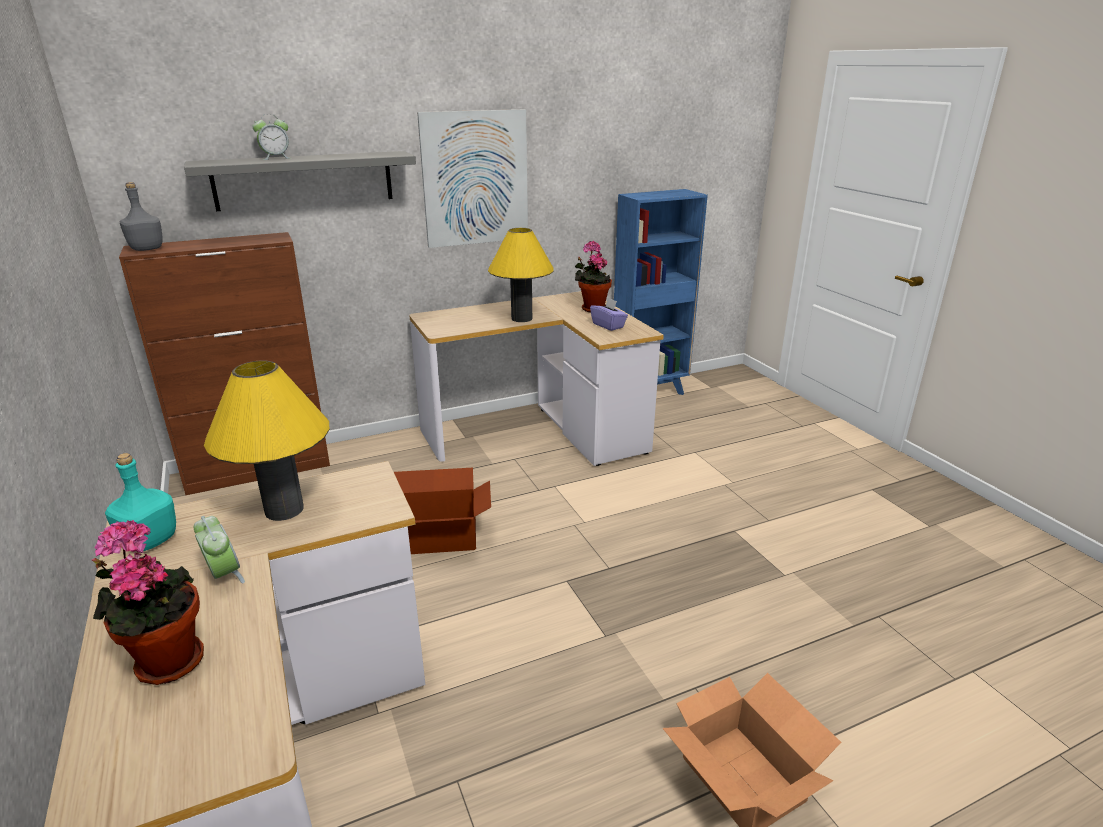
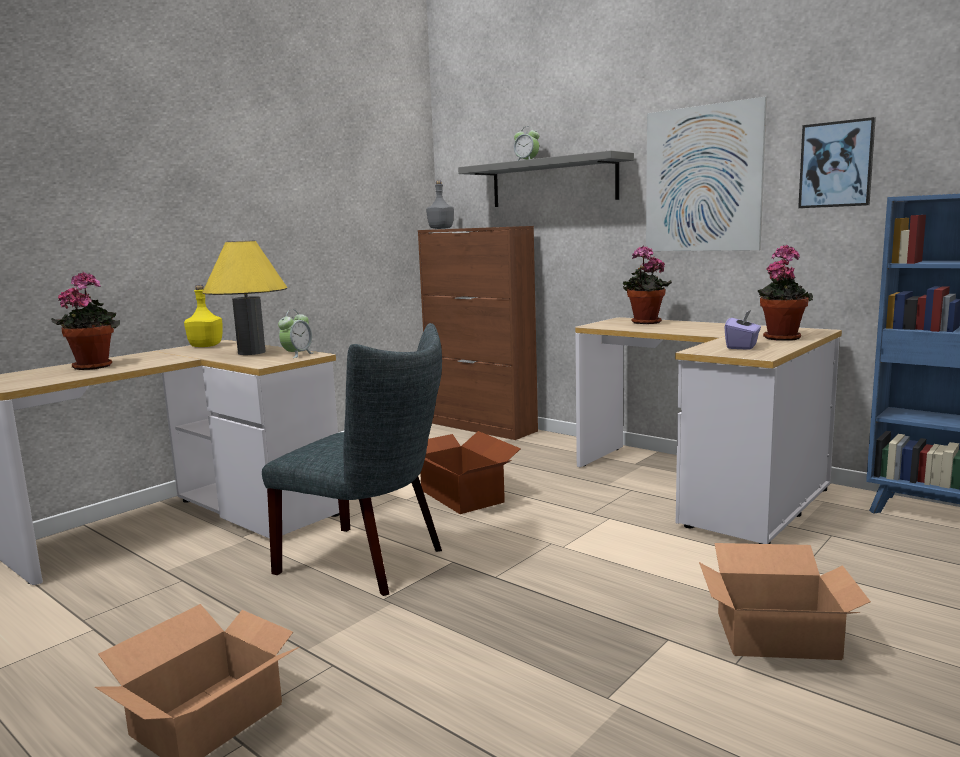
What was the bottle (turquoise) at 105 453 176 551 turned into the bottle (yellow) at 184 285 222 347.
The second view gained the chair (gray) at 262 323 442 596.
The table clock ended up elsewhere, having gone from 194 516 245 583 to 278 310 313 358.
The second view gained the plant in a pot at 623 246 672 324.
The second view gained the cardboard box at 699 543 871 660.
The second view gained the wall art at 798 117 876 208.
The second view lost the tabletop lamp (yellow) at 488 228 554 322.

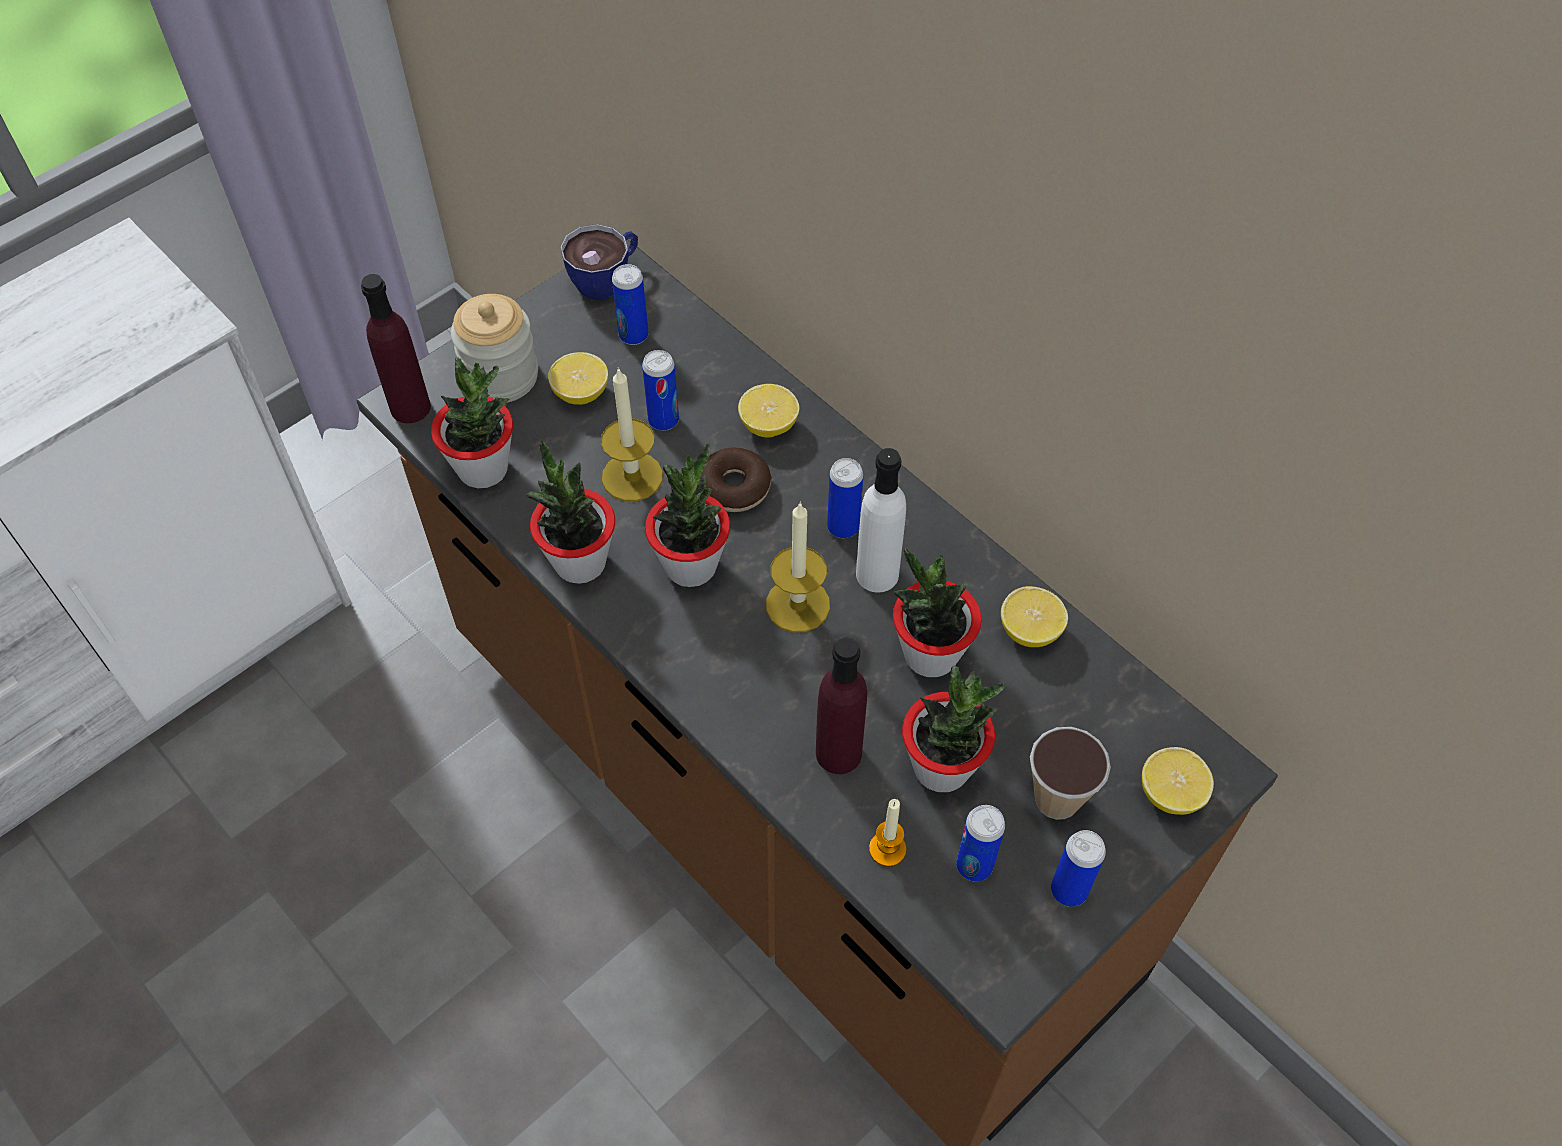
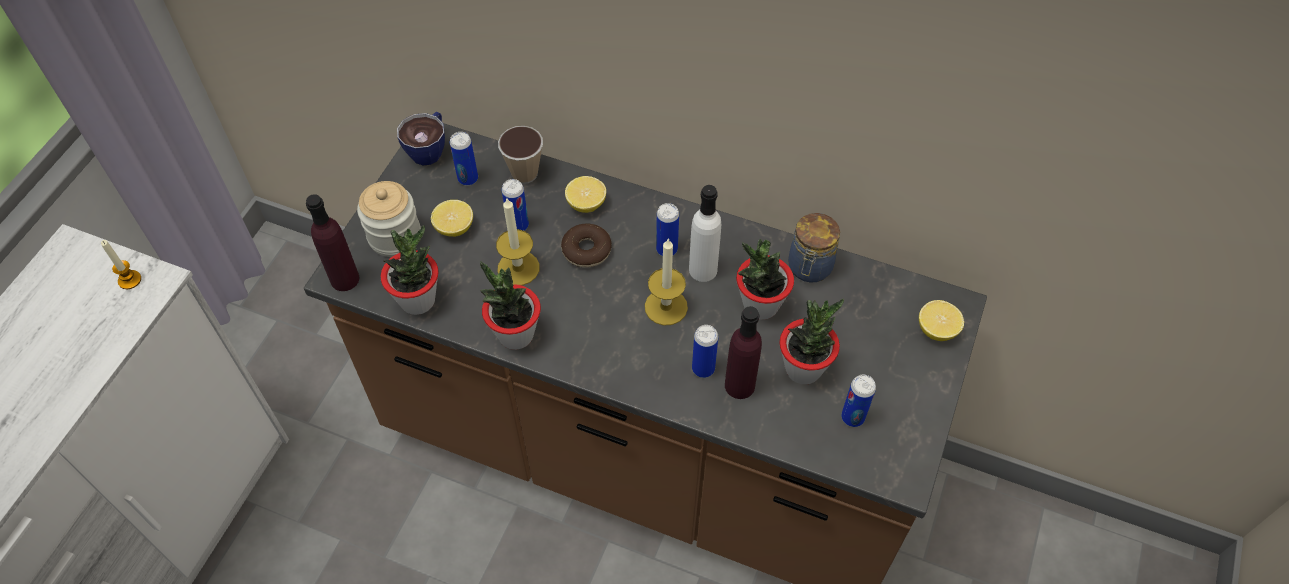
The wax candle ended up elsewhere, having gone from 869 799 907 867 to 101 240 141 289.
The cup ended up elsewhere, having gone from 1030 727 1111 820 to 498 126 543 184.
The can ended up elsewhere, having gone from 1051 830 1106 907 to 692 325 718 378.
Where the lemon stood at 1001 586 1068 647, the jar came to stand at 788 213 840 282.
The second view lost the plant in a pot at 645 443 730 587.

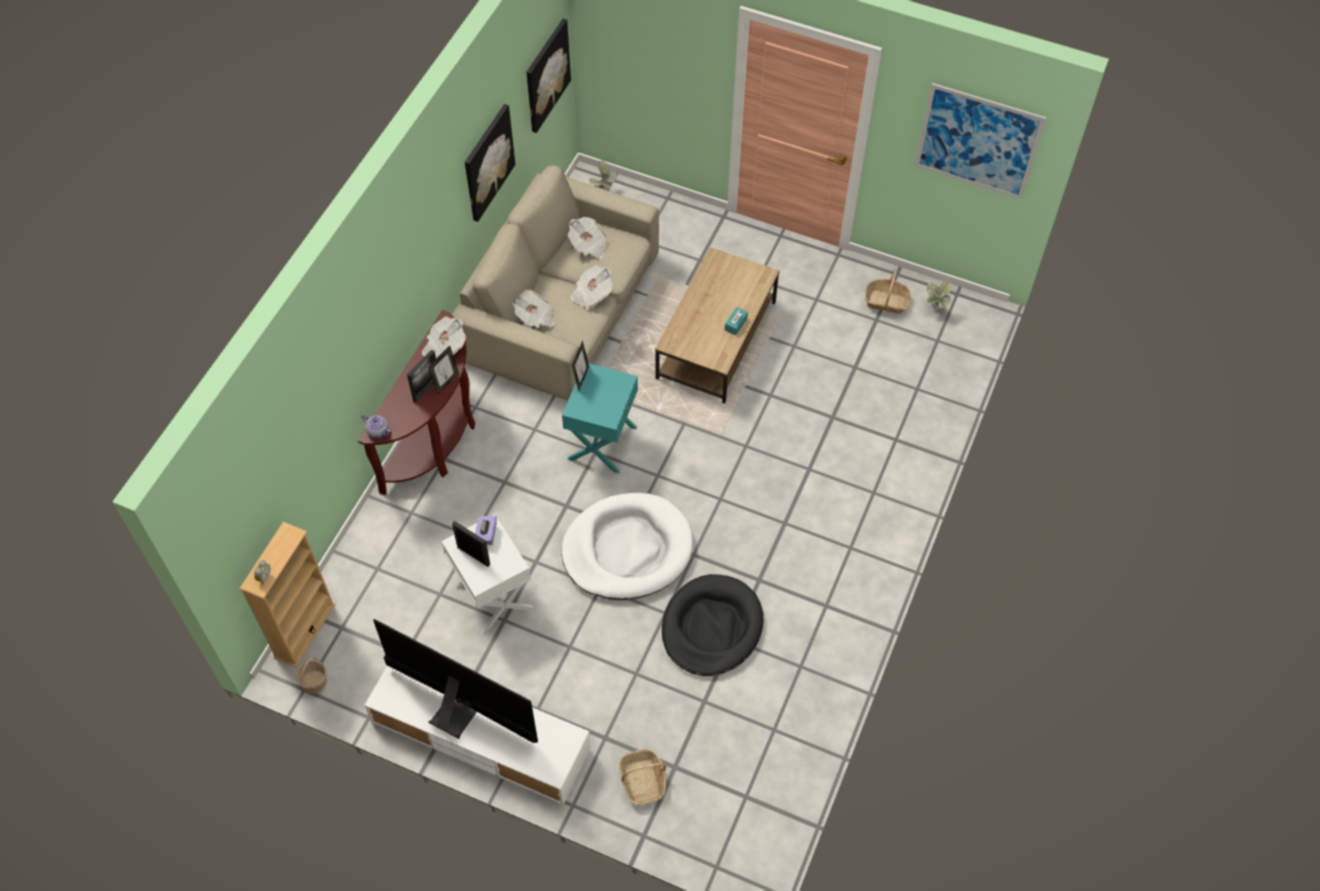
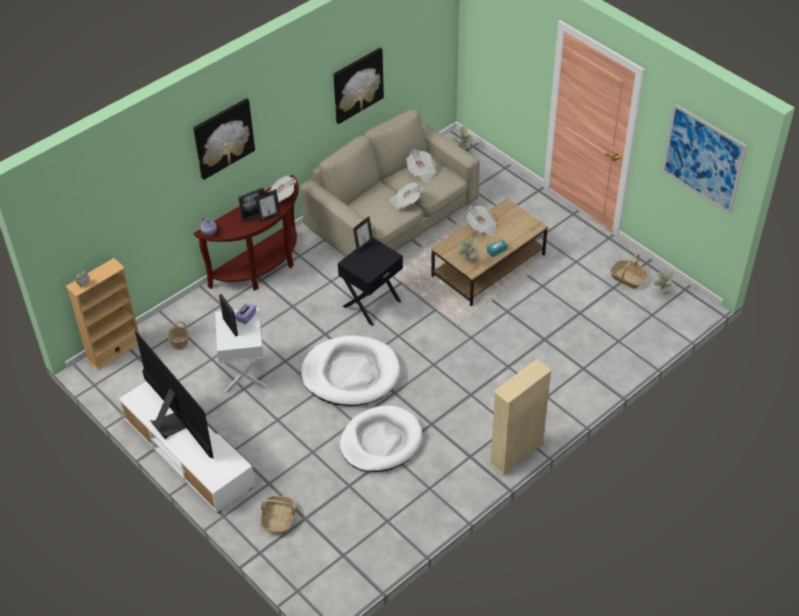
The storage basket ended up elsewhere, having gone from 296 656 327 694 to 168 321 189 350.
The wall art ended up elsewhere, having gone from 526 19 571 133 to 193 98 255 180.
What was the accent table (turquoise) at 562 363 638 473 turned into the accent table (blackish) at 338 238 403 326.
What was the dog bed (blackish) at 662 574 763 676 turned into the dog bed (whitish) at 340 405 422 472.
The second view gained the plant in a pot at 458 236 478 262.
The daily paper ended up elsewhere, having gone from 512 290 554 328 to 467 206 497 237.
The second view gained the bookcase (beige-coloured) at 489 359 552 476.

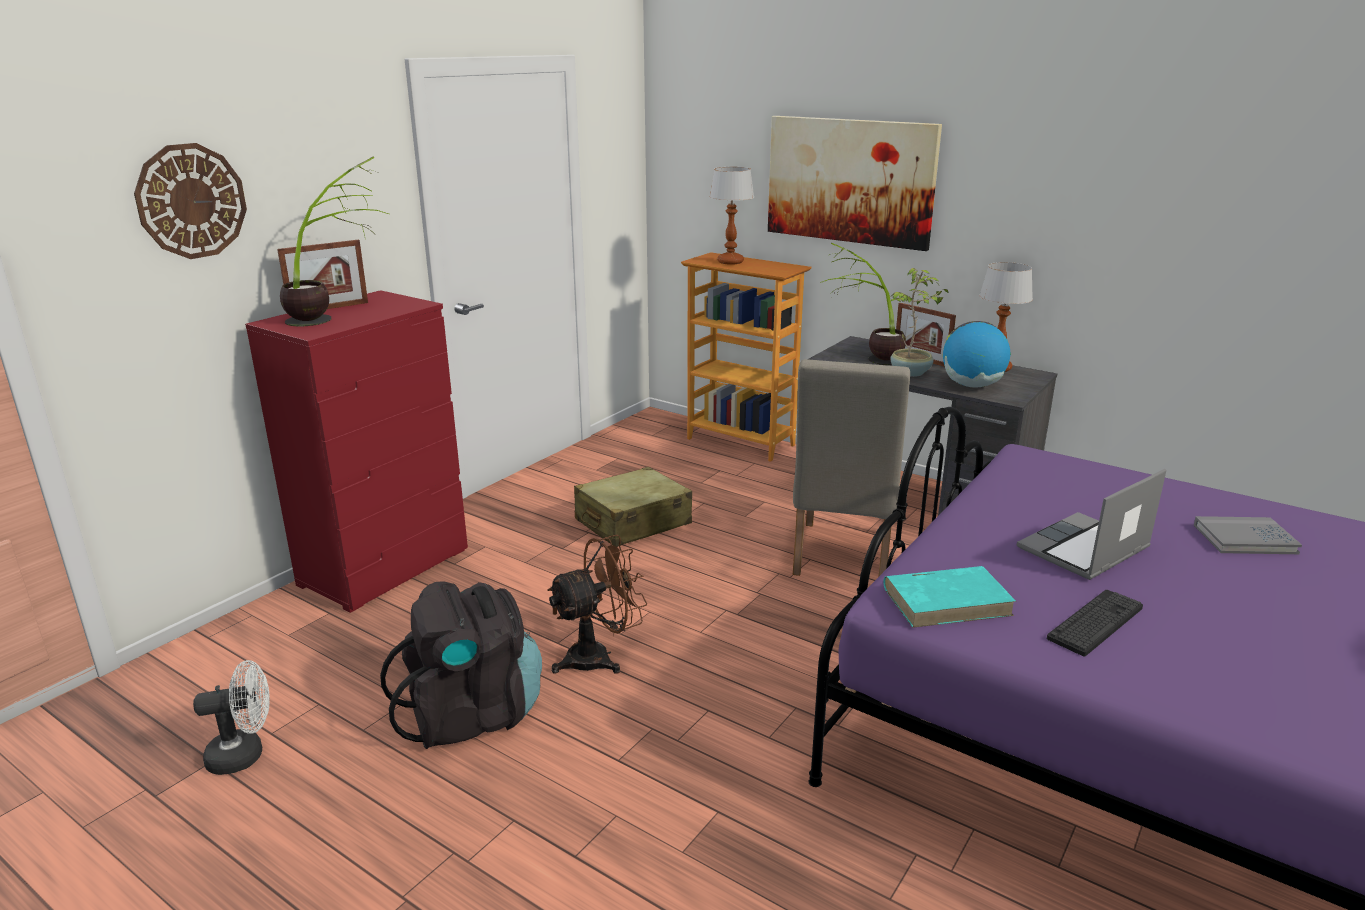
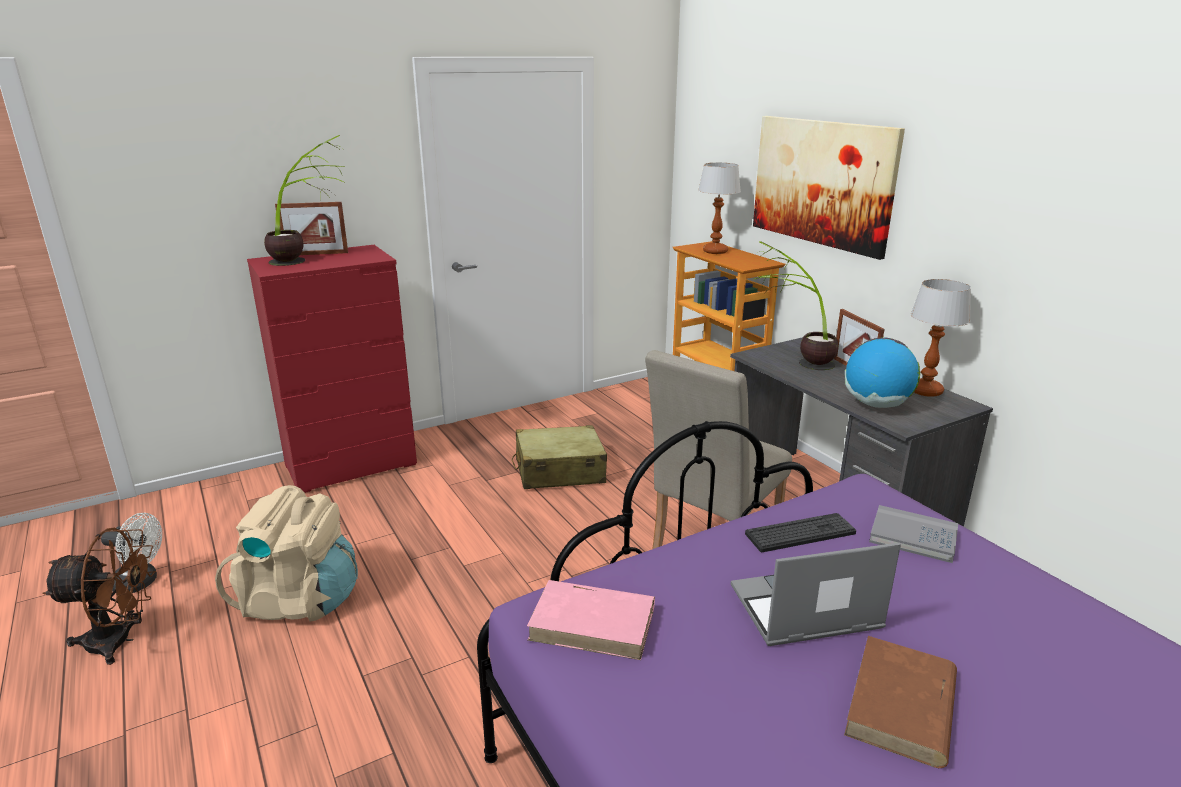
The electric fan (brownish) ended up elsewhere, having gone from 547 535 647 674 to 43 528 156 665.
What was the backpack (blackish) at 380 581 542 749 turned into the backpack (beige-coloured) at 215 485 358 622.
What was the book (turquoise) at 884 566 1016 628 turned into the book (pink) at 527 580 655 660.
The computer keyboard ended up elsewhere, having gone from 1047 590 1143 657 to 745 513 856 552.
The second view gained the book (brownish) at 844 636 957 768.
The book (gray) ended up elsewhere, having gone from 1194 516 1302 554 to 869 505 958 563.
The second view lost the hanging clock at 134 143 247 259.
The second view lost the plant in a pot at 890 268 948 377.

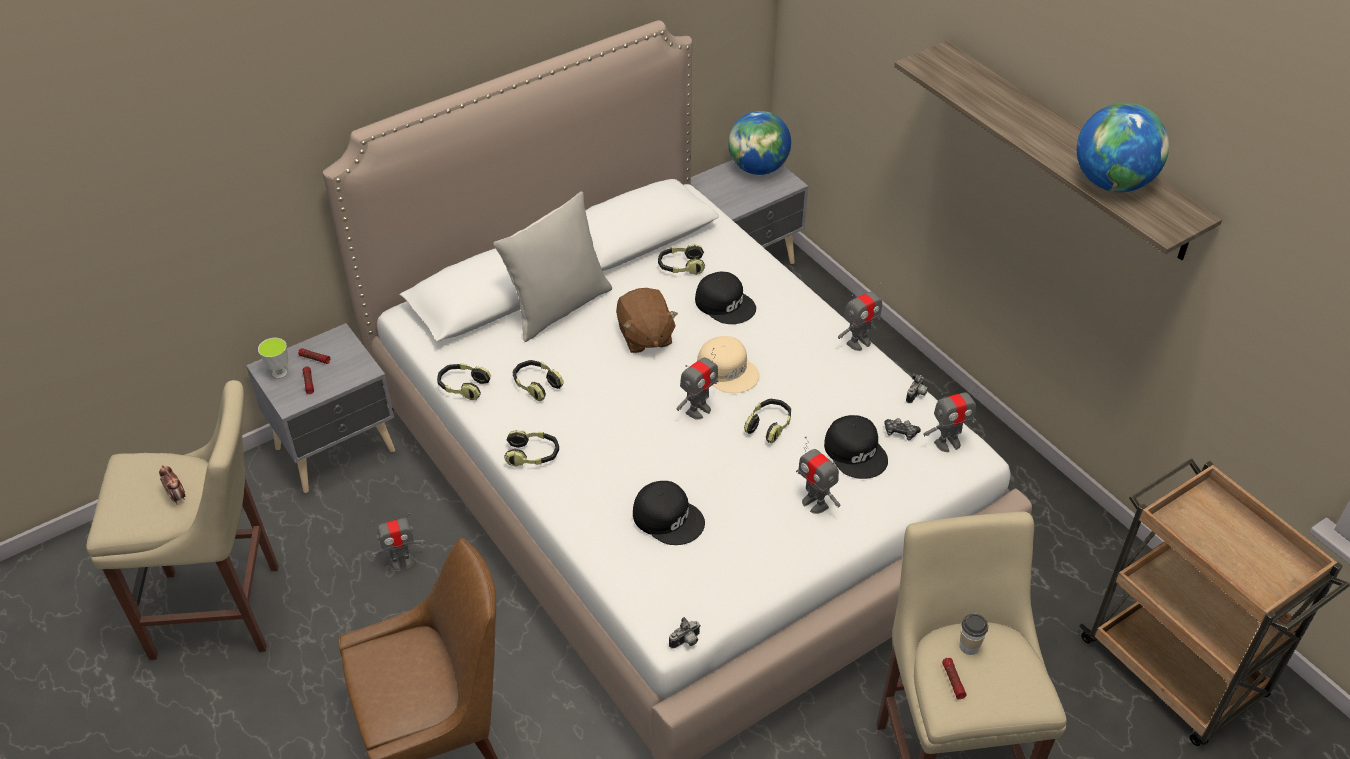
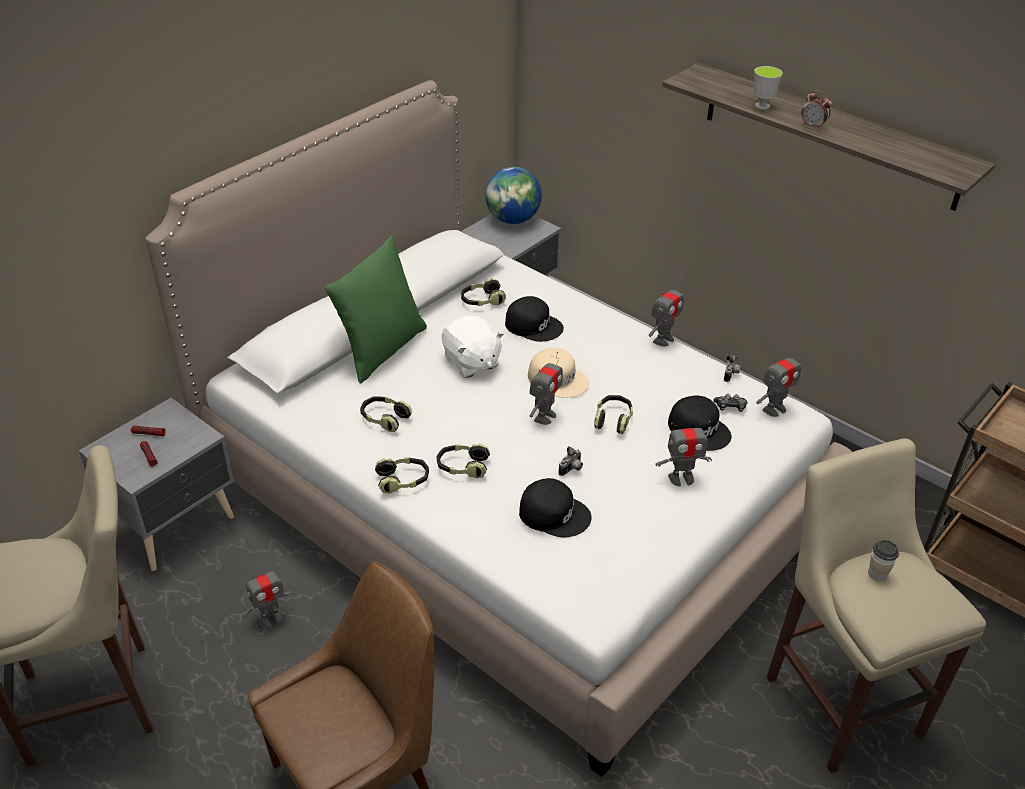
What was the pillow (gray) at 494 192 612 342 turned into the pillow (green) at 325 236 427 384.
The headphones ended up elsewhere, having gone from 437 363 491 400 to 437 444 490 478.
What was the soft toy (brownish) at 616 288 678 353 turned into the soft toy (whitish) at 442 316 504 378.
The photo camera ended up elsewhere, having gone from 669 617 701 649 to 558 446 583 476.
The robot figure at 796 437 840 514 ended up facing another way, 45 degrees counterclockwise from before.
The cup ended up elsewhere, having gone from 258 338 288 379 to 753 66 783 110.
The table clock ended up elsewhere, having gone from 159 465 185 505 to 802 90 832 130.
The second view lost the torch at 942 658 967 699.
The second view lost the desk globe at 1077 103 1169 192.

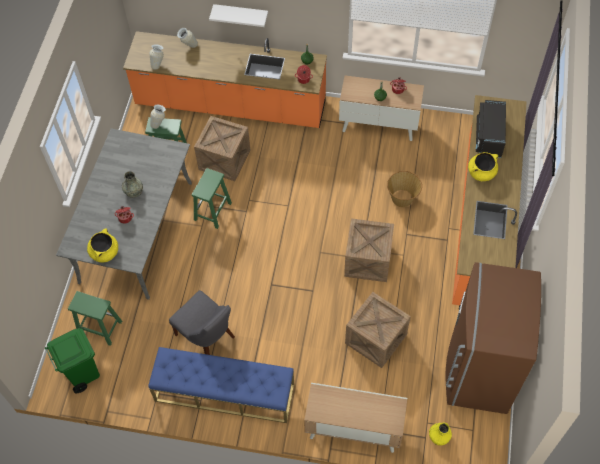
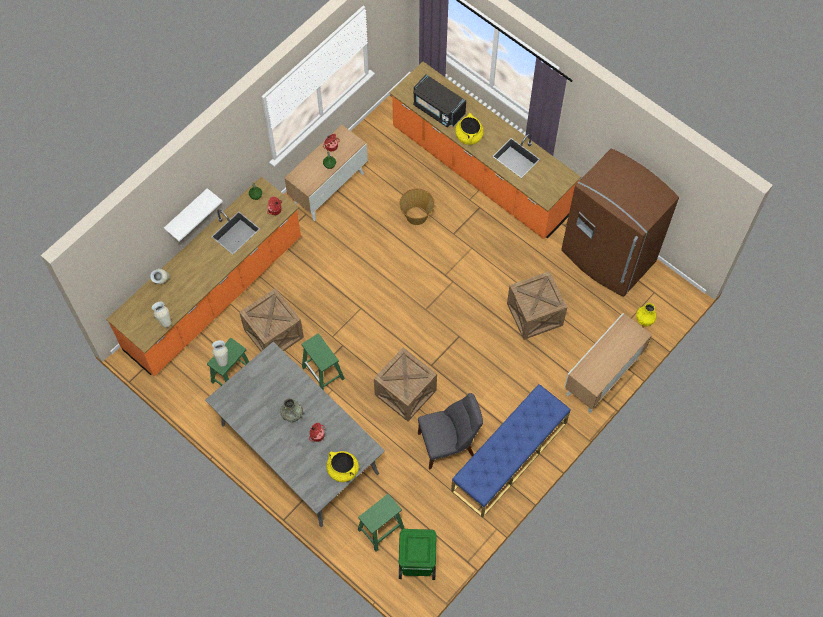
The packing crate ended up elsewhere, having gone from 344 218 394 282 to 374 347 437 422.

